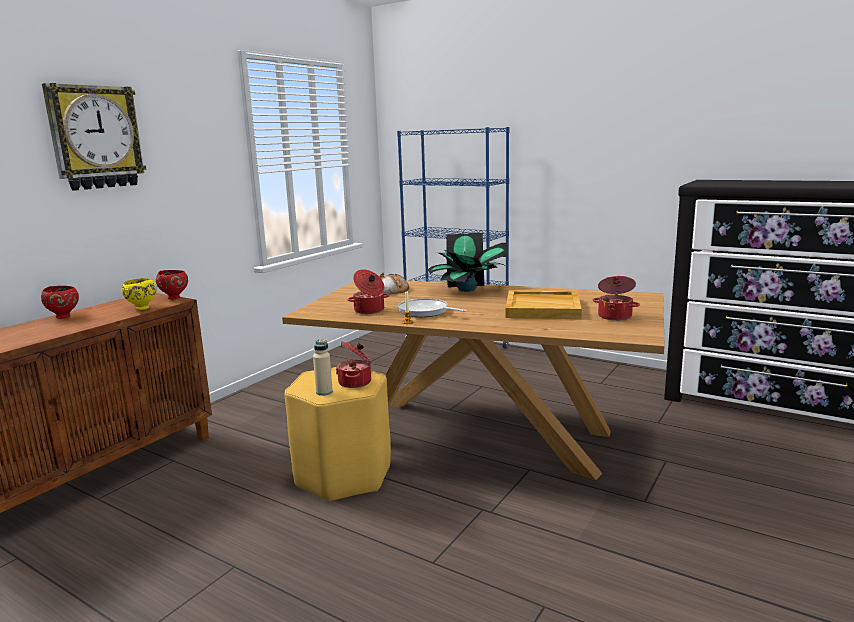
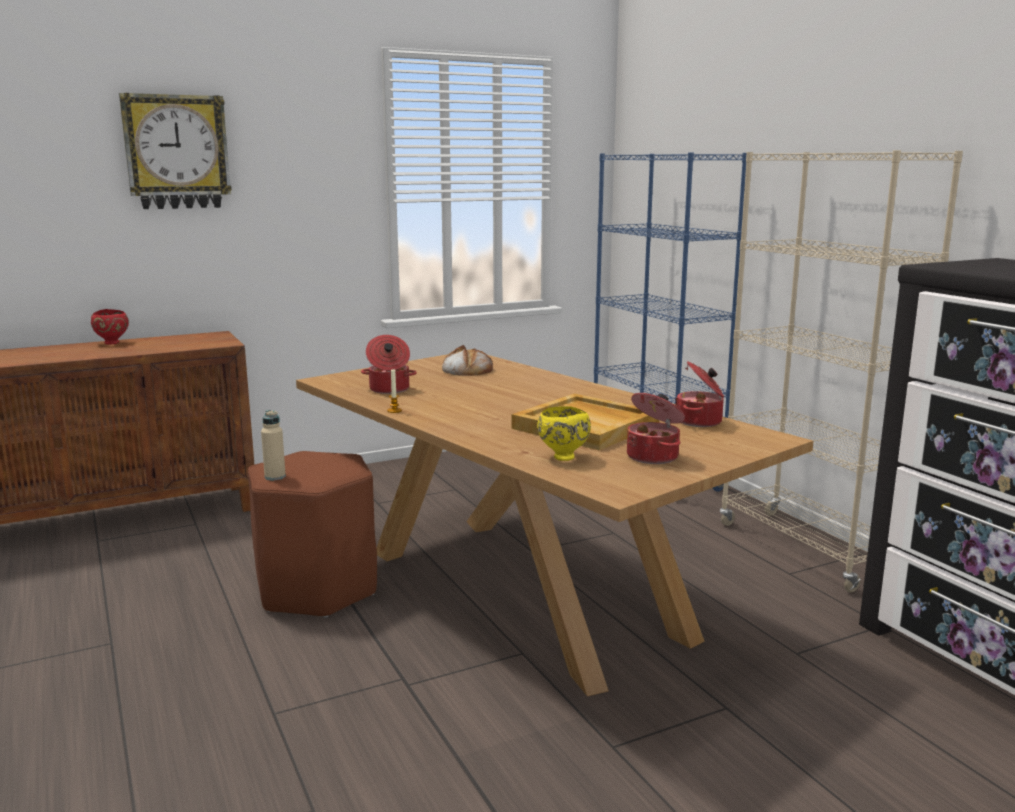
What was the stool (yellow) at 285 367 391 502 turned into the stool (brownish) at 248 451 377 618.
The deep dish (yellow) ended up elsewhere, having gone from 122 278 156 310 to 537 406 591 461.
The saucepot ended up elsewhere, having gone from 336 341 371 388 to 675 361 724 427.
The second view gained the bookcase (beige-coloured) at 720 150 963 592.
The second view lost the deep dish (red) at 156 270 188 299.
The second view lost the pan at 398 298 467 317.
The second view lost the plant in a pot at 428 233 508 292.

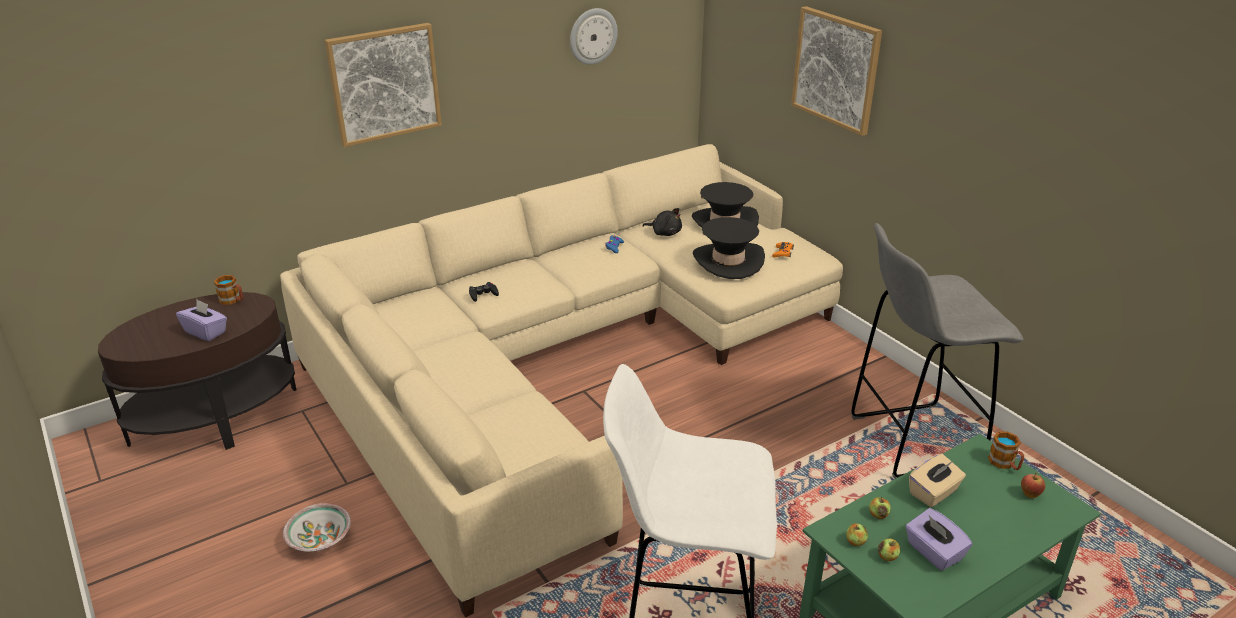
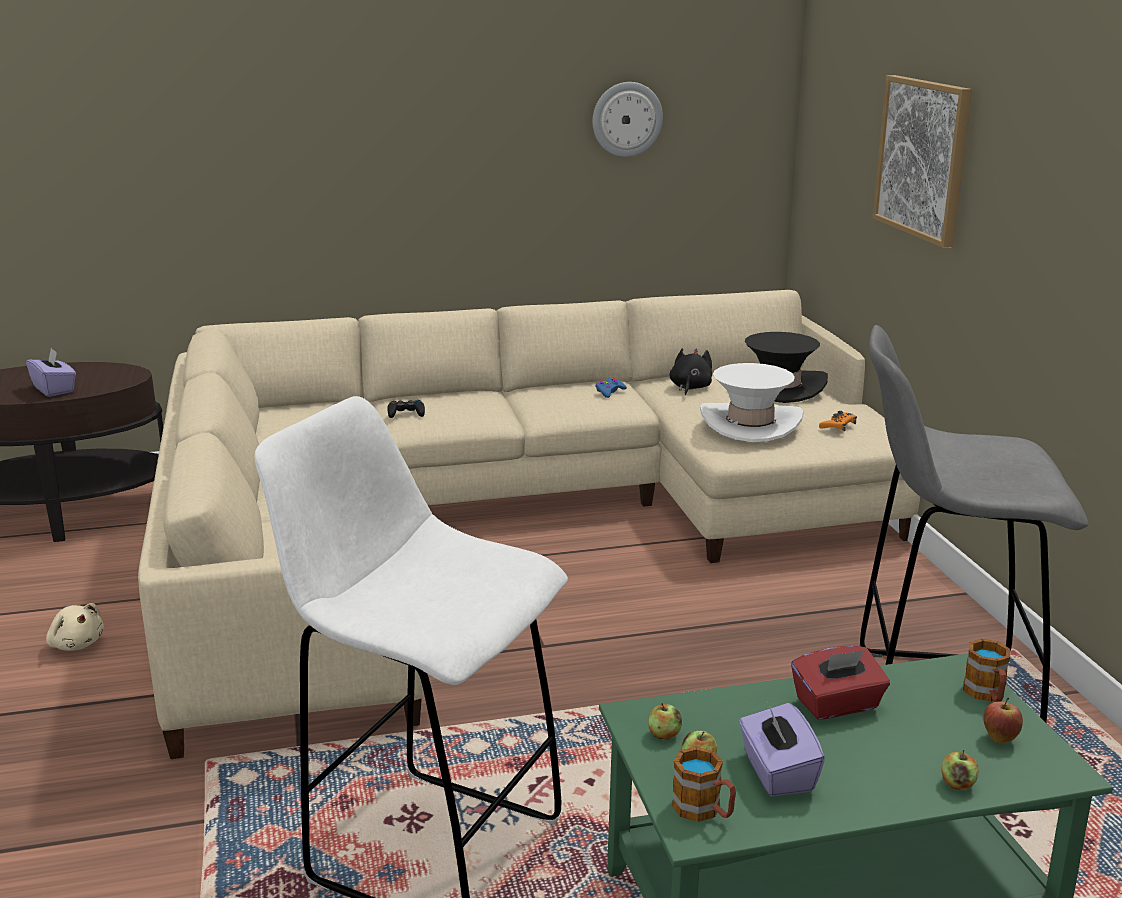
Where the deep dish stood at 283 503 351 552, the soft toy (beige-coloured) came to stand at 46 603 104 651.
The soft toy (blackish) at 643 208 682 236 ended up facing another way, 120 degrees counterclockwise from before.
The coffee mug ended up elsewhere, having gone from 214 275 243 305 to 672 747 736 822.
What was the clothing hat (blackish) at 693 217 765 279 turned into the clothing hat (whitish) at 700 363 804 442.
What was the tissue box (beige-coloured) at 909 454 966 507 turned into the tissue box (red) at 791 646 890 720.
The apple fruit ended up elsewhere, having gone from 869 497 891 519 to 942 750 979 790.
The second view lost the wall art at 325 23 442 147.

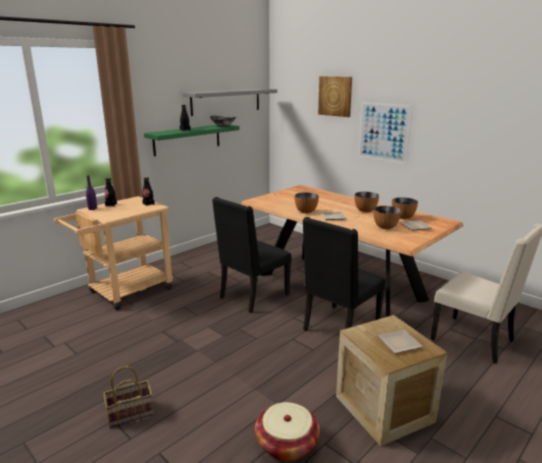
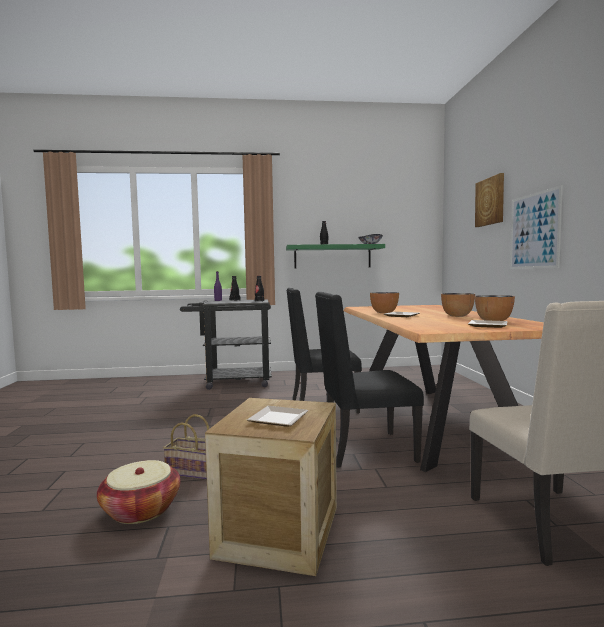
The storage basket ended up elsewhere, having gone from 103 366 154 428 to 163 414 209 479.
What was the trolley (beige-coloured) at 54 196 173 310 turned into the trolley (blackish) at 180 299 272 390.
The second view lost the bracket shelf (gray) at 183 89 277 116.
The second view lost the deep dish at 374 206 401 229.

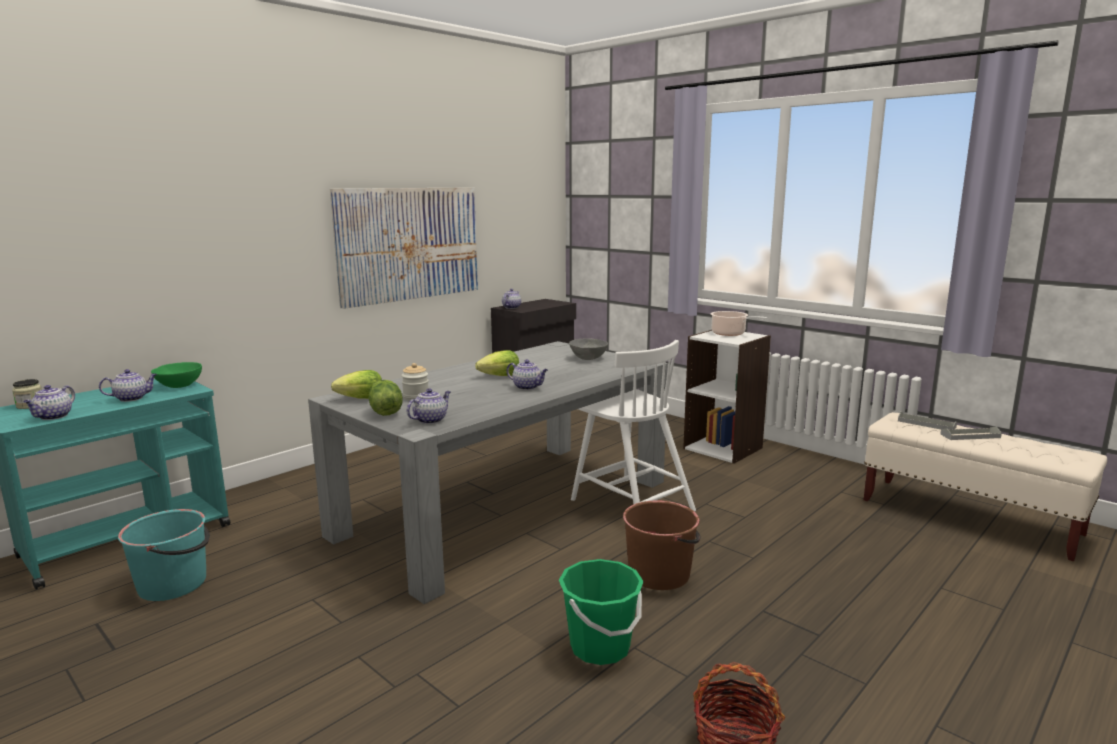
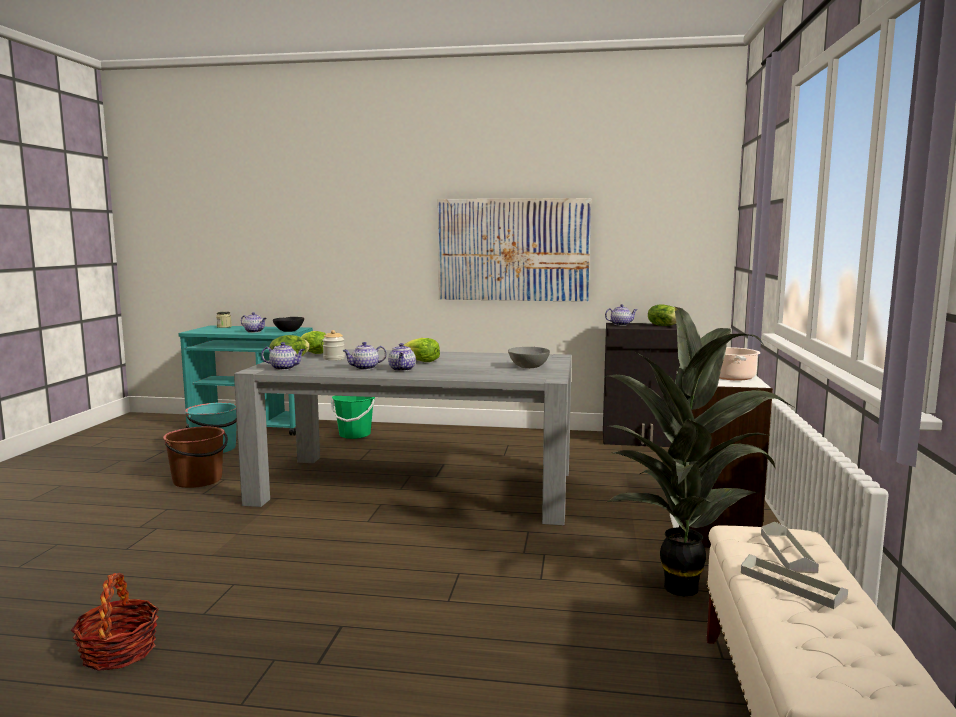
The water bucket (brownish) ended up elsewhere, having gone from 623 501 700 590 to 163 426 228 488.
What was the deep dish (green) at 151 362 202 388 turned into the deep dish (blackish) at 273 317 304 332.
The water bucket (green) ended up elsewhere, having gone from 559 559 644 665 to 331 396 375 439.
The tea pot ended up elsewhere, having gone from 23 385 75 420 to 343 342 387 370.
The second view gained the plant in a pot at 607 307 796 596.
The second view gained the head of lettuce at 648 304 676 326.
The second view lost the chair (whitish) at 571 340 696 512.

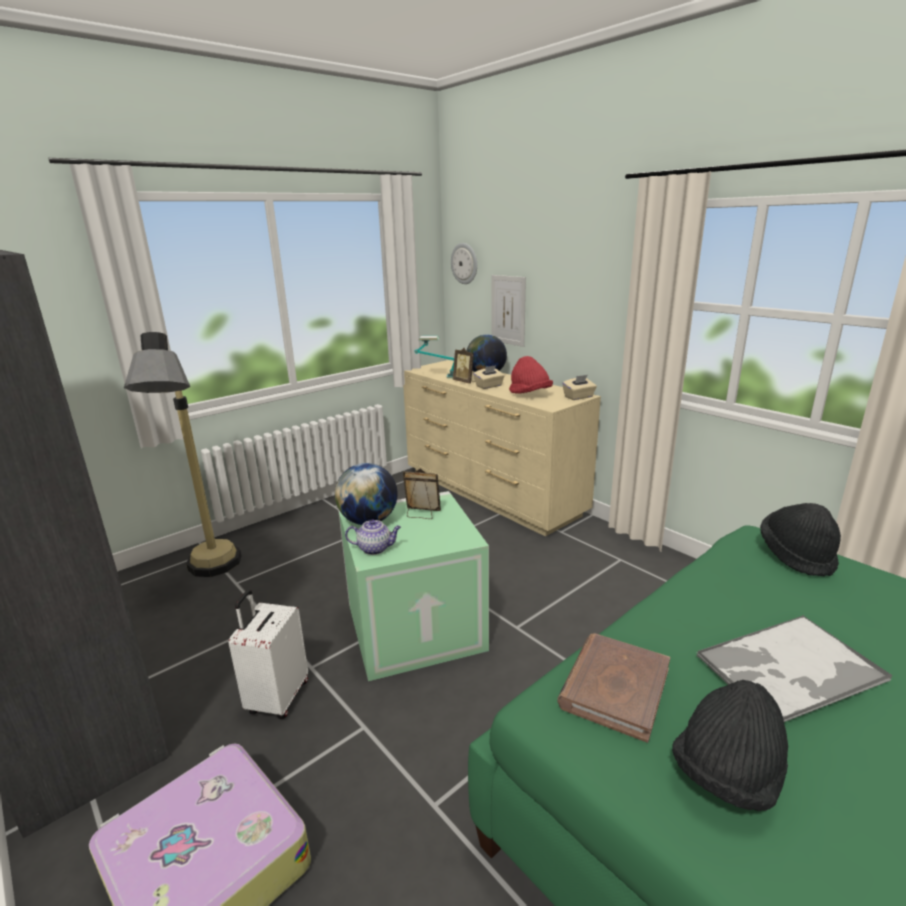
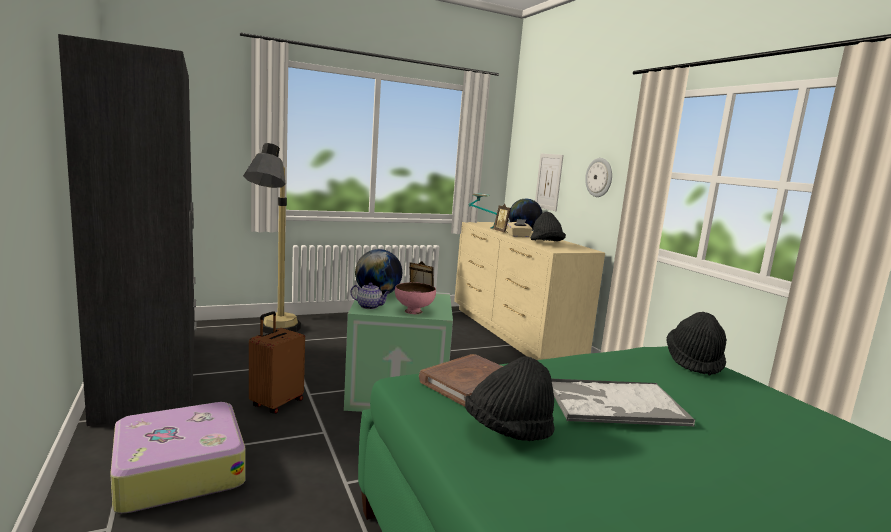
What was the suitcase (whitish) at 229 590 308 719 turned into the suitcase (brownish) at 249 312 305 414.
The second view gained the deep dish (pink) at 395 282 436 314.
What was the clothing hat (red) at 509 356 553 394 turned into the clothing hat (blackish) at 531 212 566 241.
The hanging clock ended up elsewhere, having gone from 451 243 477 284 to 585 158 612 197.
The second view lost the tissue box (beige-coloured) at 562 375 597 400.

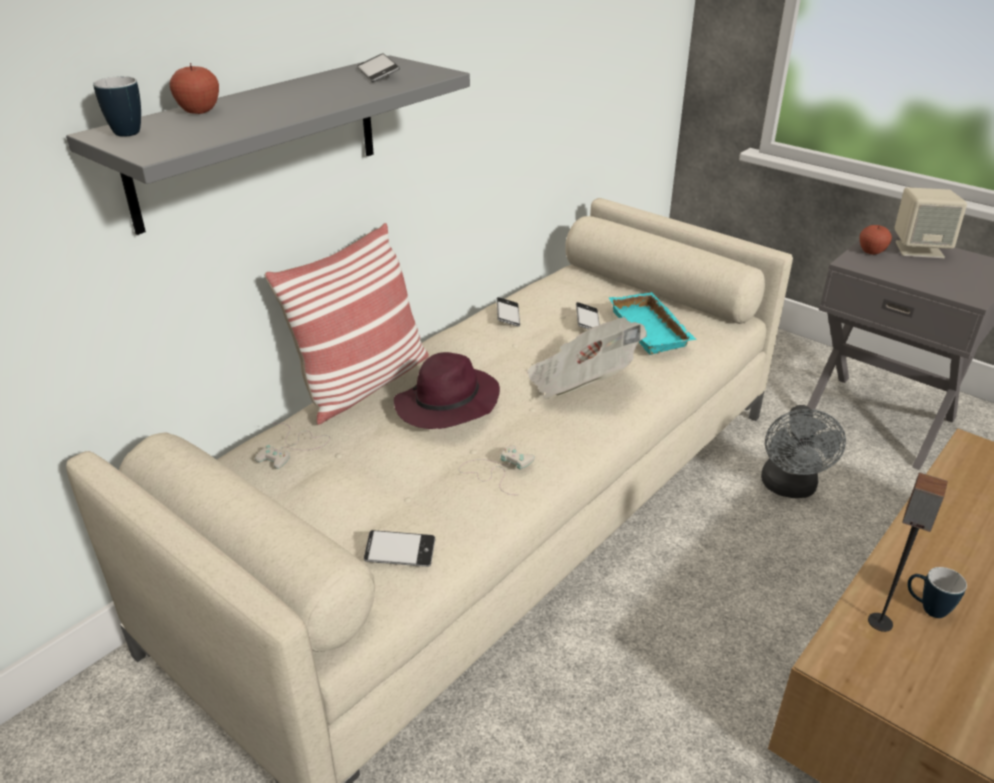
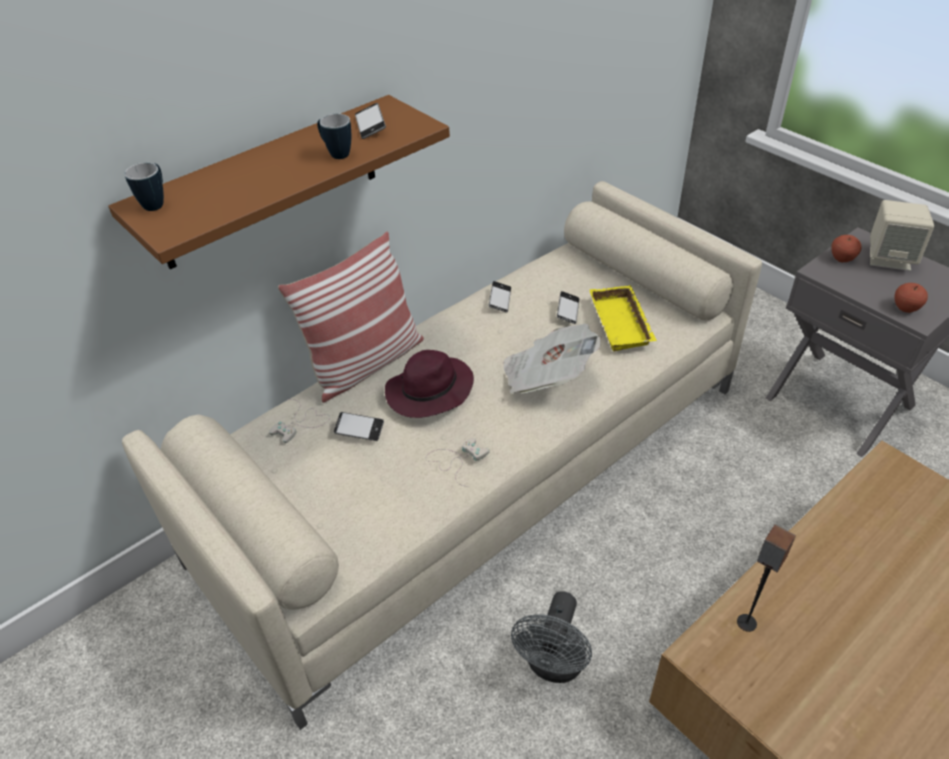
What was the bracket shelf (gray) at 66 55 470 235 turned into the bracket shelf (brownish) at 108 95 450 269.
The coffee mug ended up elsewhere, having gone from 908 567 967 618 to 317 114 351 159.
The telephone ended up elsewhere, having gone from 364 530 435 567 to 334 412 384 441.
The electric fan (gray) ended up elsewhere, having gone from 761 405 846 498 to 511 591 592 683.
What was the serving tray (turquoise) at 609 292 697 355 turned into the serving tray (yellow) at 590 285 657 351.
The apple fruit ended up elsewhere, having gone from 170 63 219 114 to 894 283 928 313.

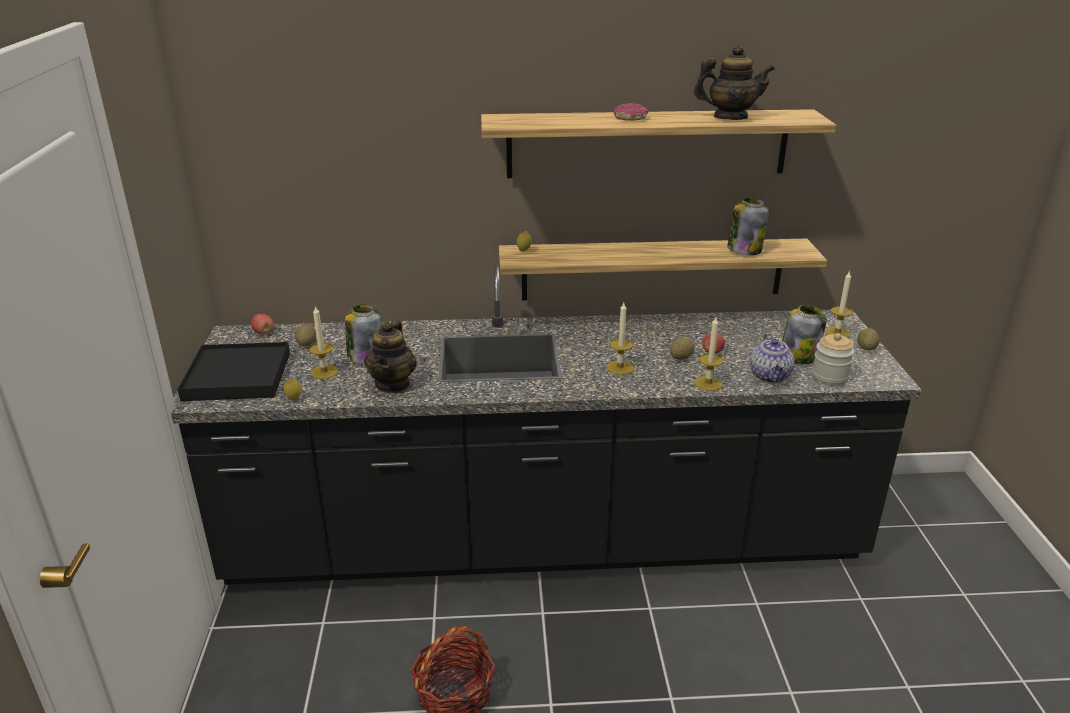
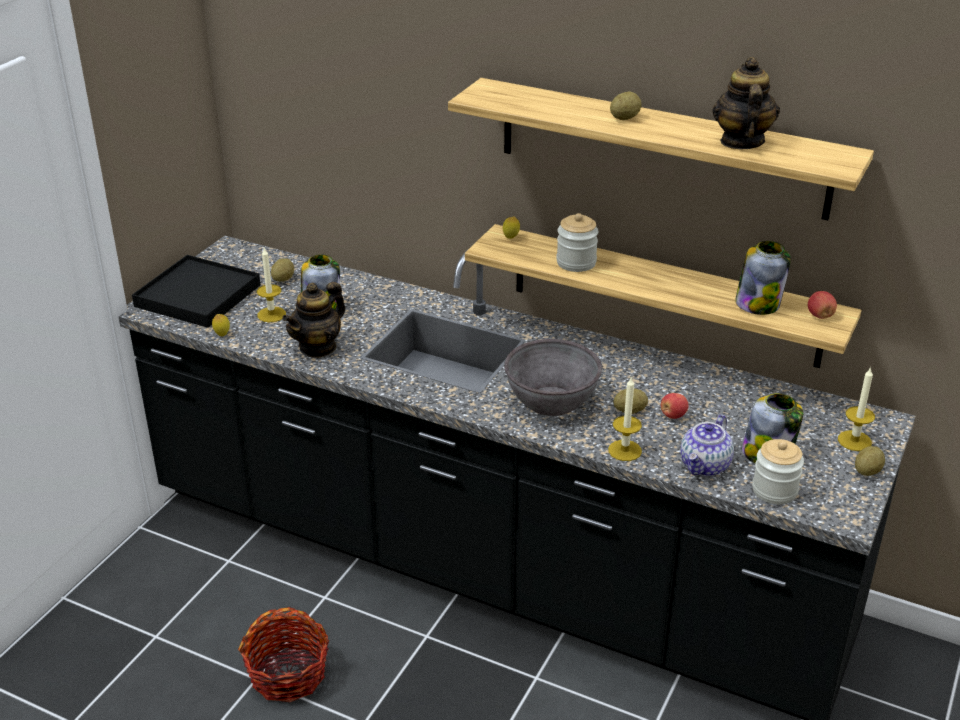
Where the wax candle stood at 607 303 634 375, the deep dish (gray) came to stand at 504 339 602 416.
The second view gained the jar at 556 213 599 272.
Where the ring doughnut stood at 614 103 648 121, the whole potato came to stand at 610 92 642 120.
The tea pot at 694 45 775 120 ended up facing another way, 120 degrees counterclockwise from before.
The apple fruit ended up elsewhere, having gone from 251 314 274 334 to 808 291 837 319.

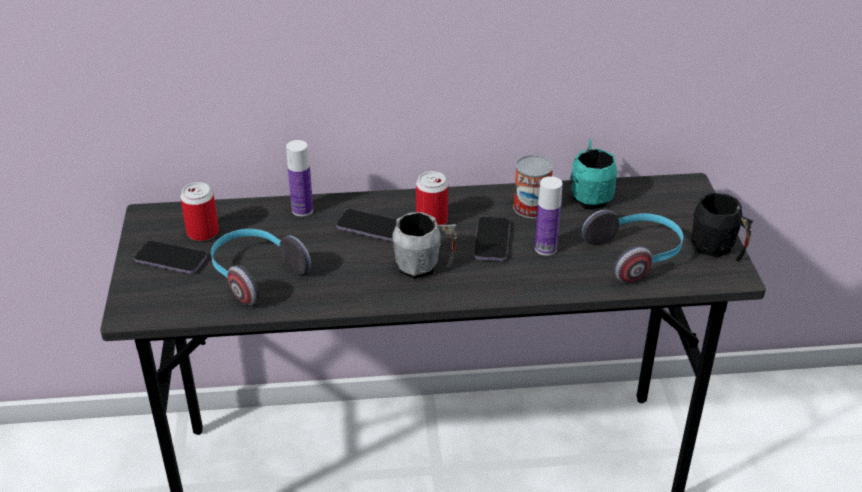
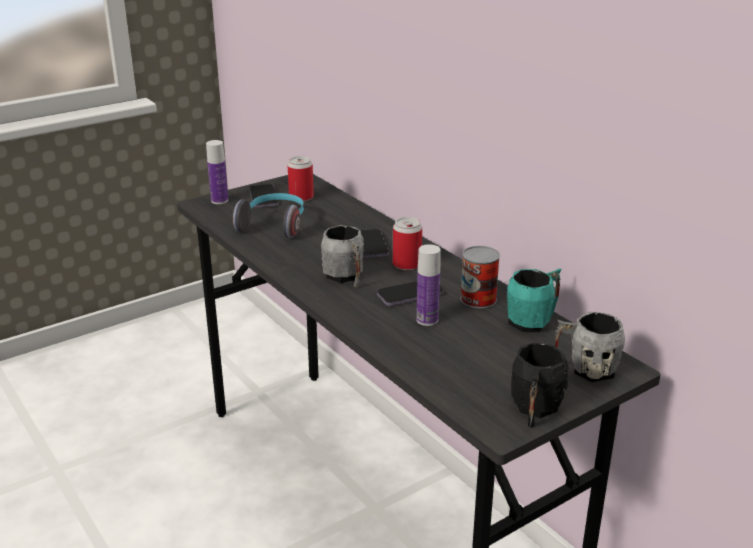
The bottle ended up elsewhere, having gone from 286 140 313 217 to 206 140 228 204.
The second view gained the coffee mug (gray) at 555 312 625 382.
The second view lost the headphones at 582 210 683 283.

